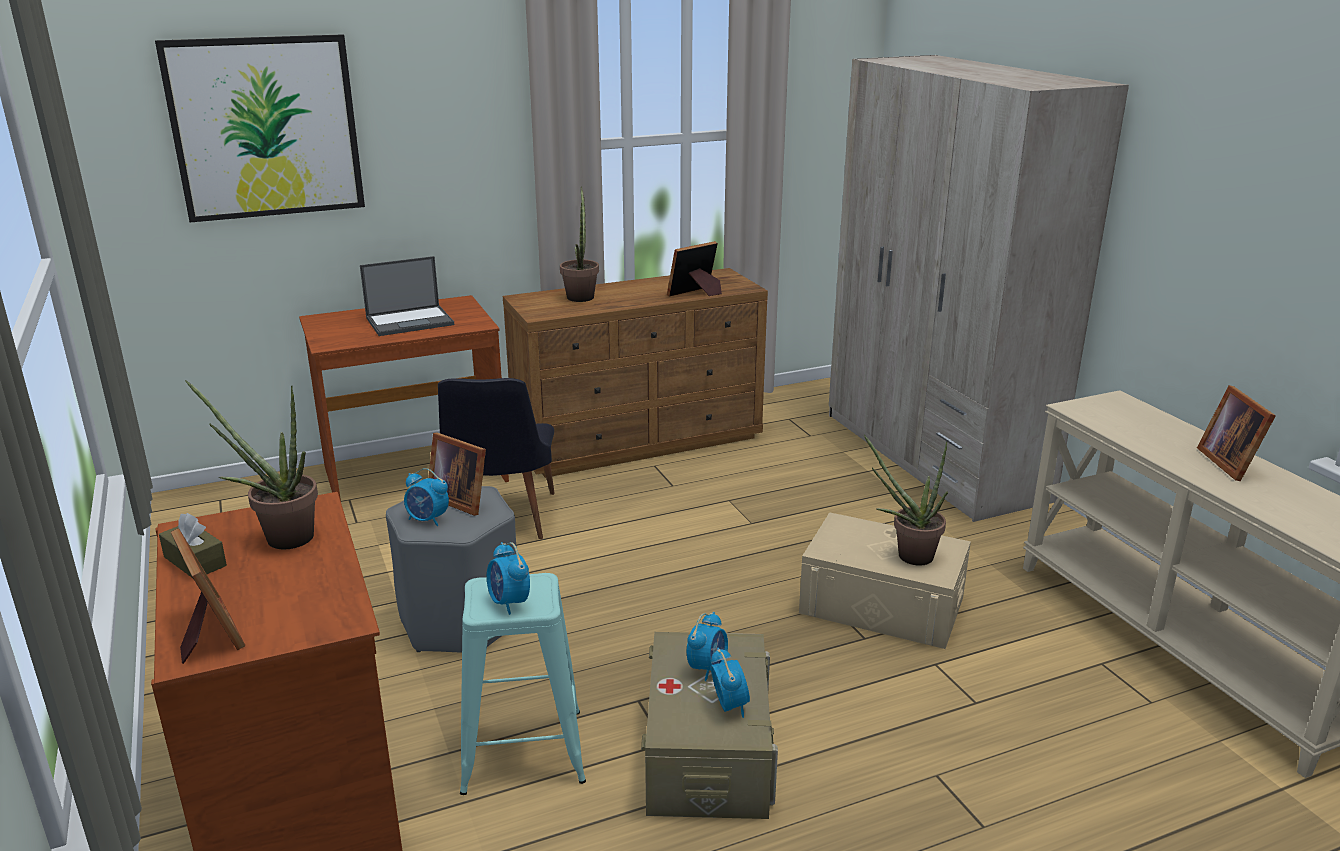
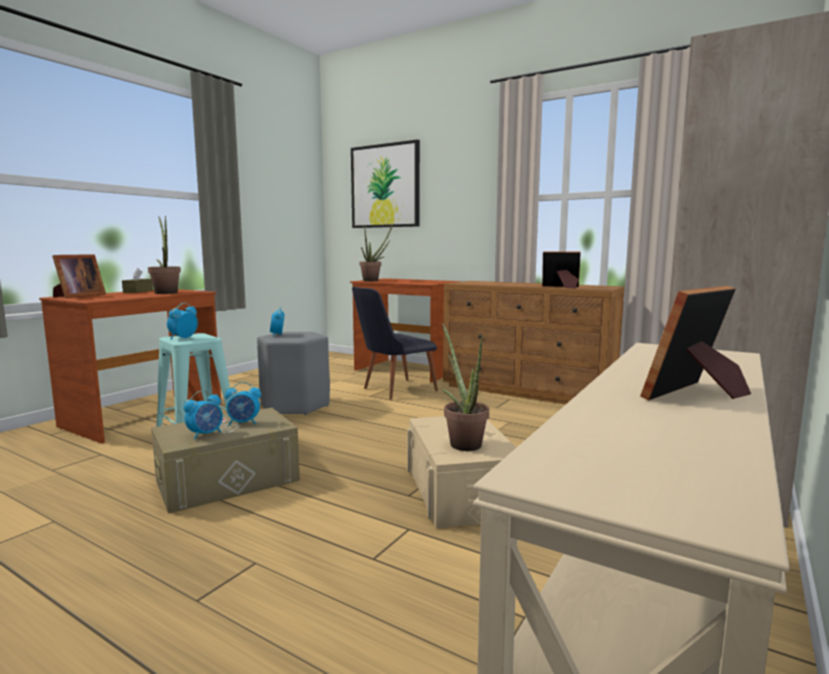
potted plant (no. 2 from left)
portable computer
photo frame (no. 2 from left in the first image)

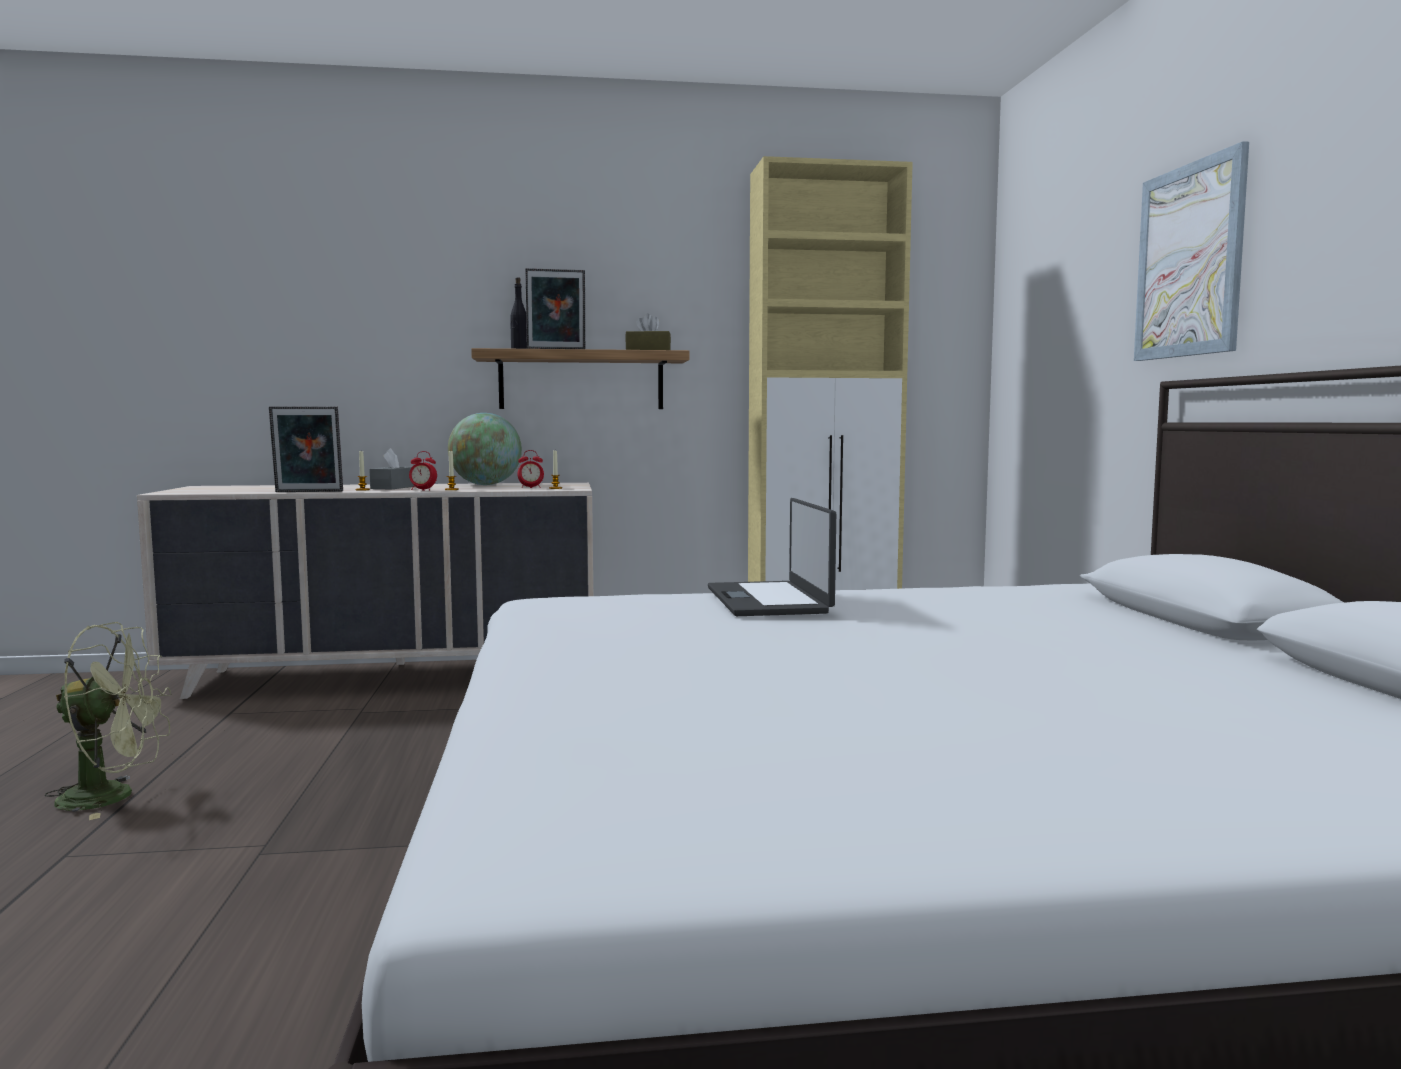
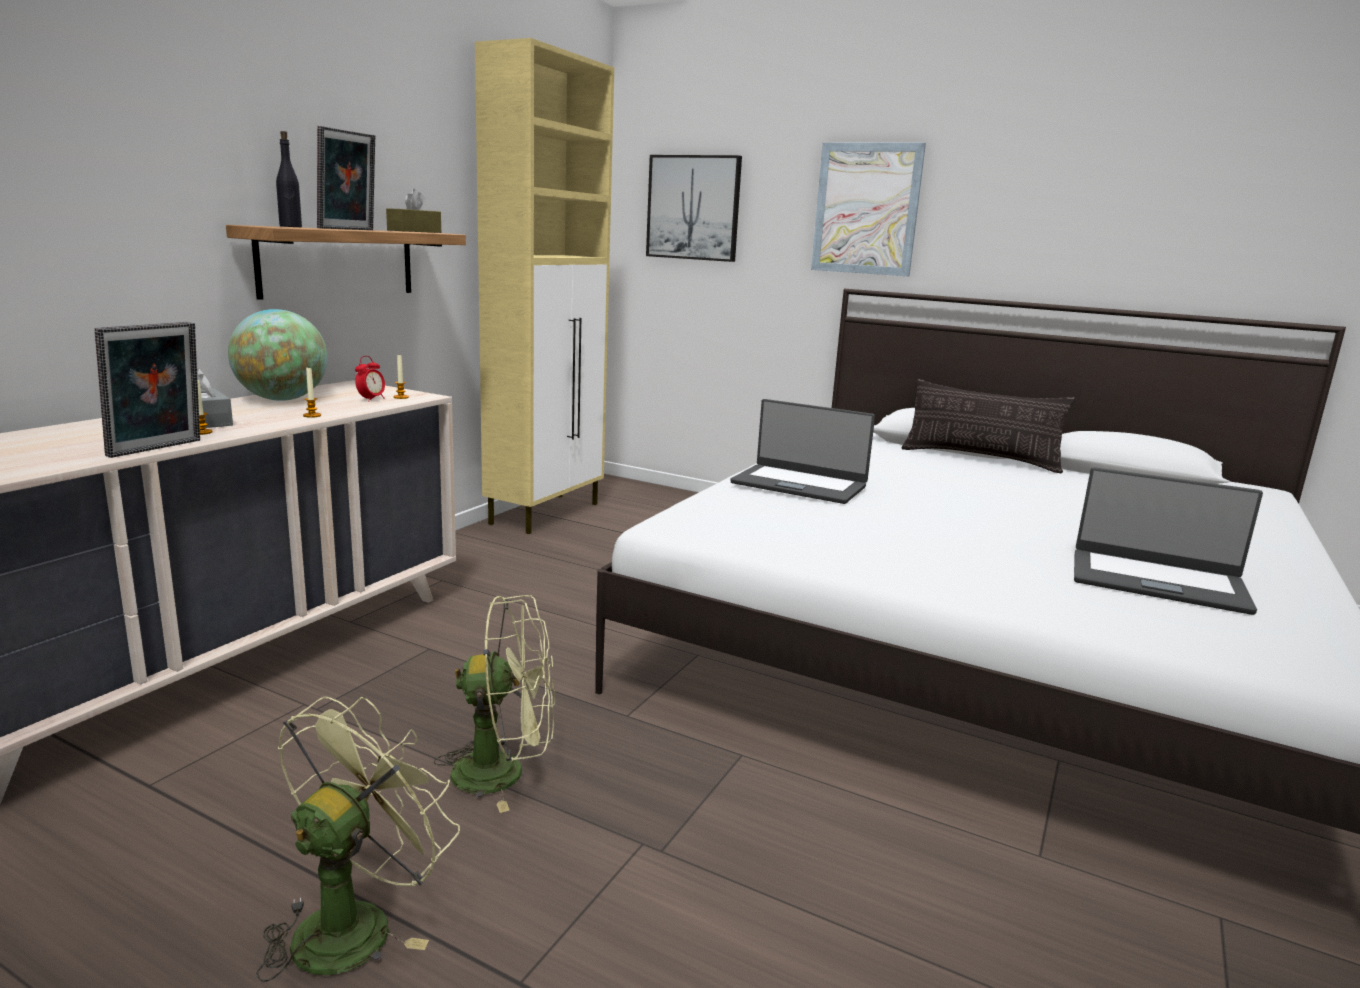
alarm clock (no. 1 from left in the first image)
wall picture (no. 1 from left)
pillow
portable computer (no. 2 from left)
electric fan (green-coloured) (no. 2 from left)

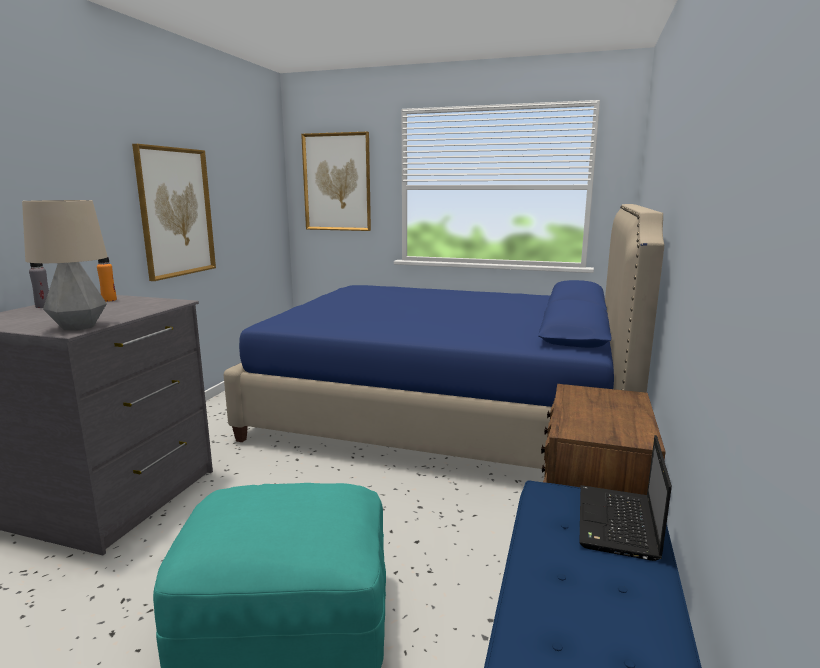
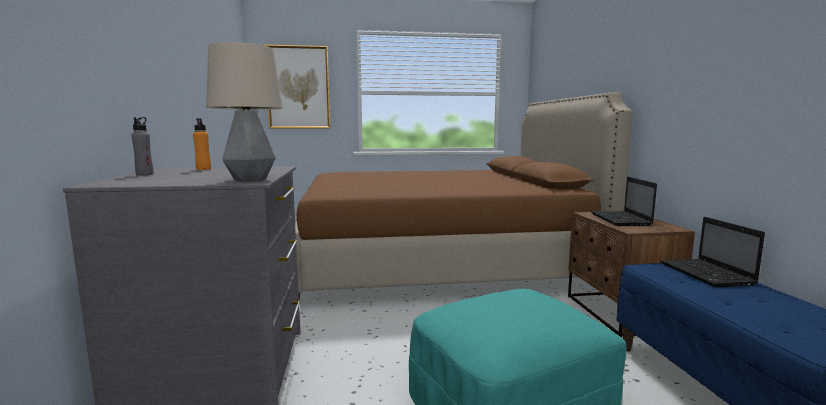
wall picture (no. 1 from left in the first image)
bedroom bed (brown-coloured)
portable computer (no. 1 from left)

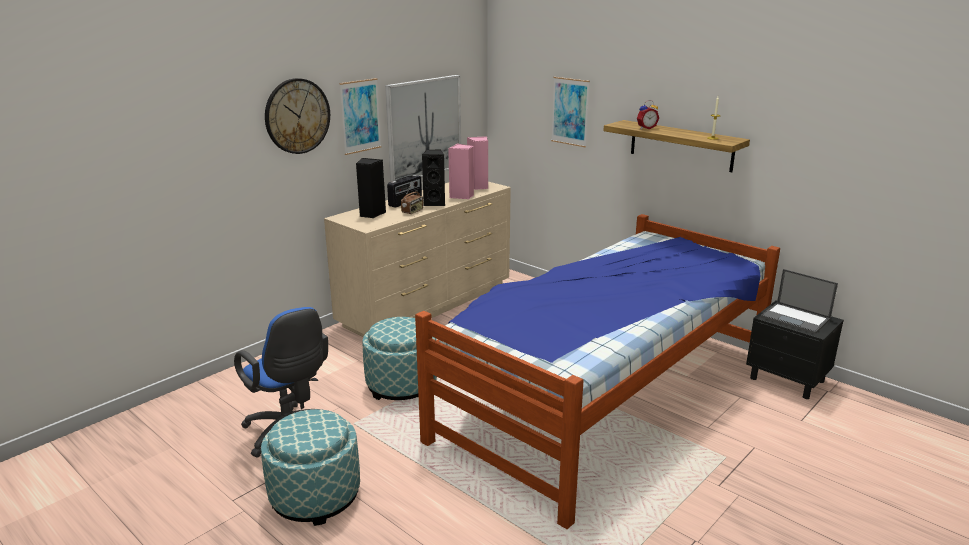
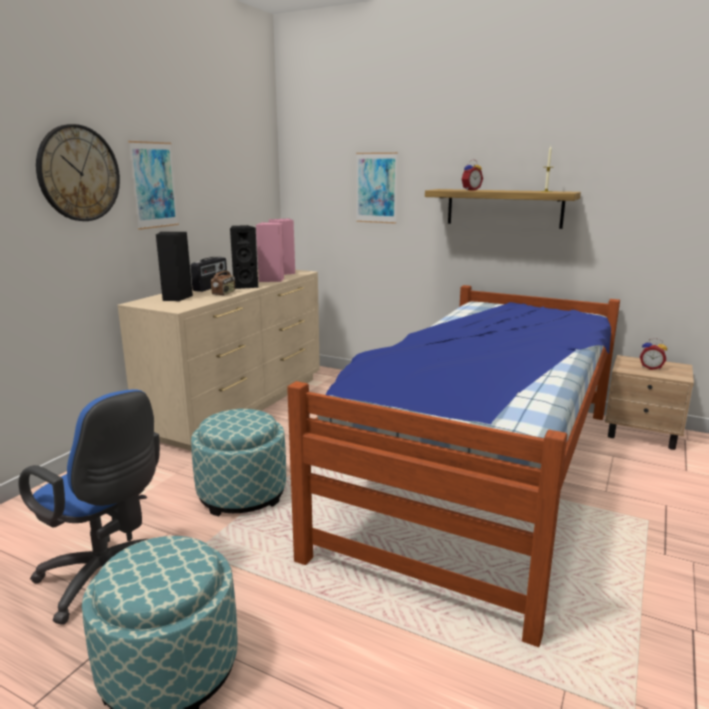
wall picture (no. 2 from left in the first image)
alarm clock (no. 2 from left)
nightstand (beige)

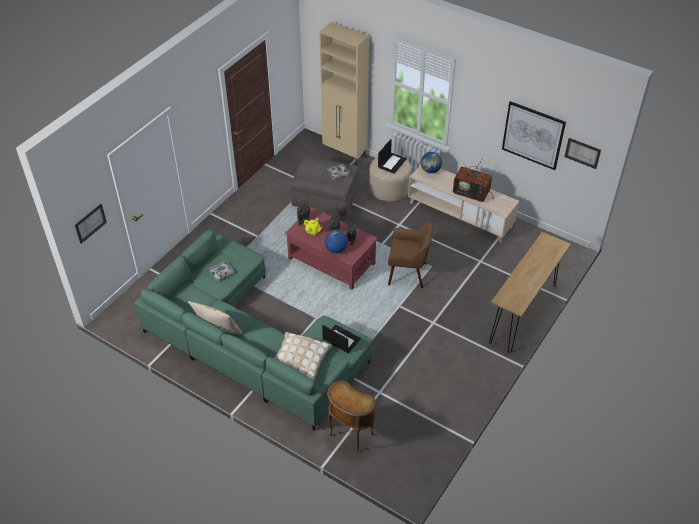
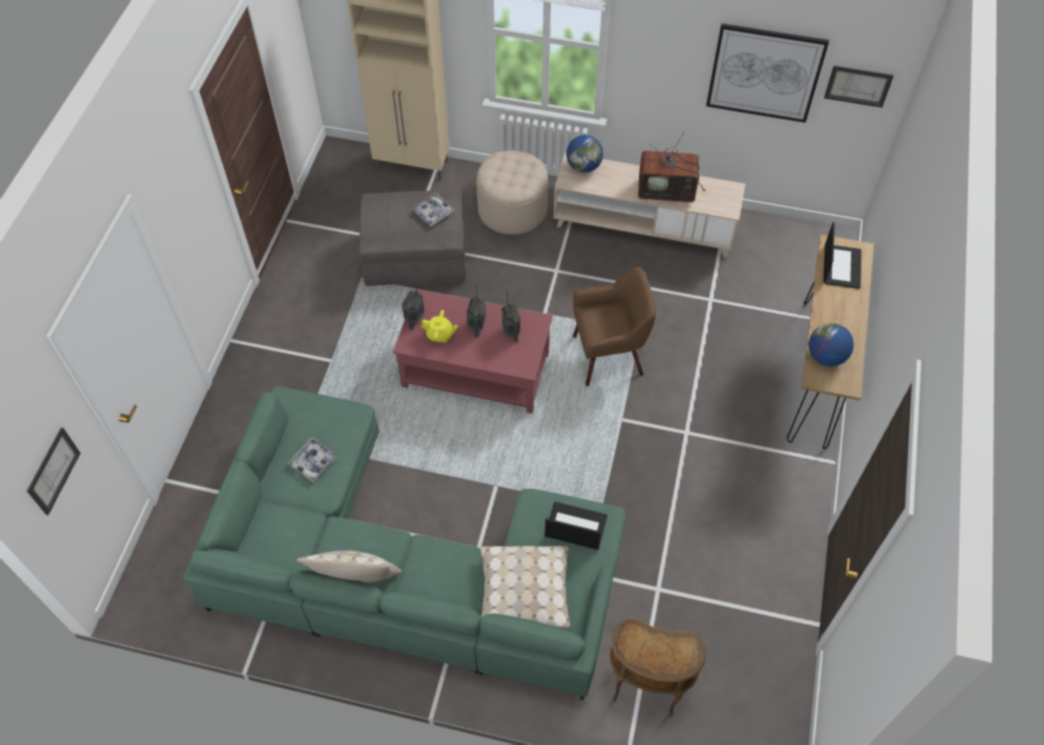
portable computer (no. 2 from left)
world globe (no. 2 from left)

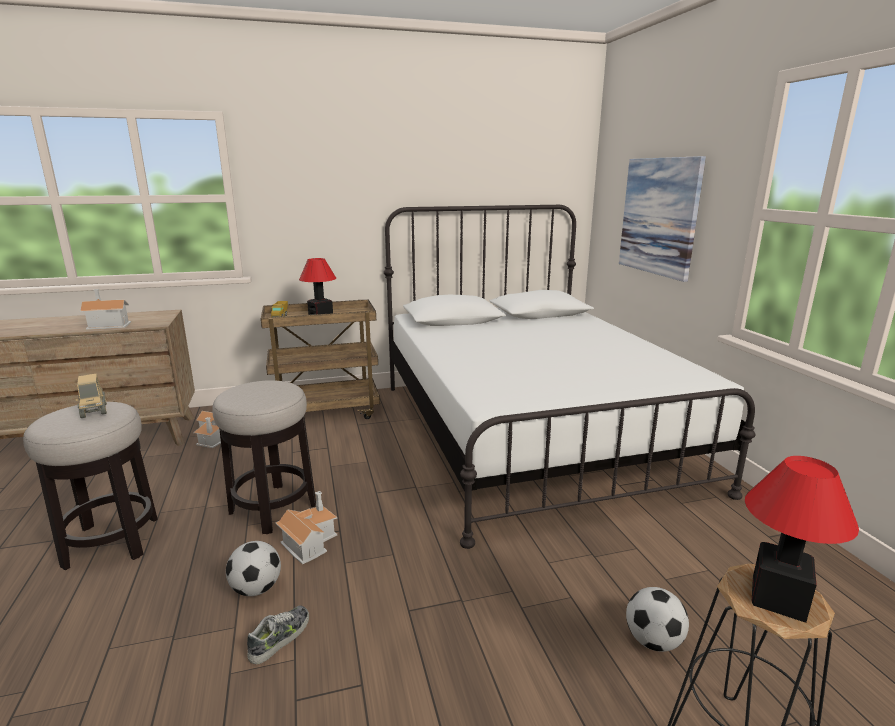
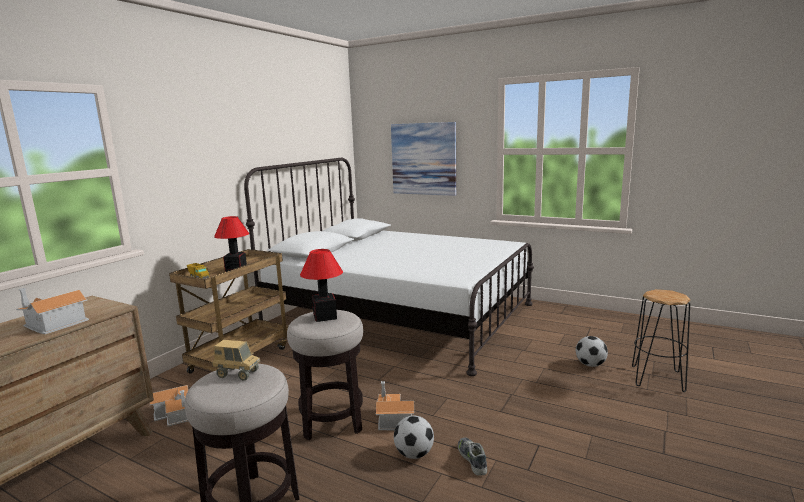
tabletop lamp (no. 2 from left)

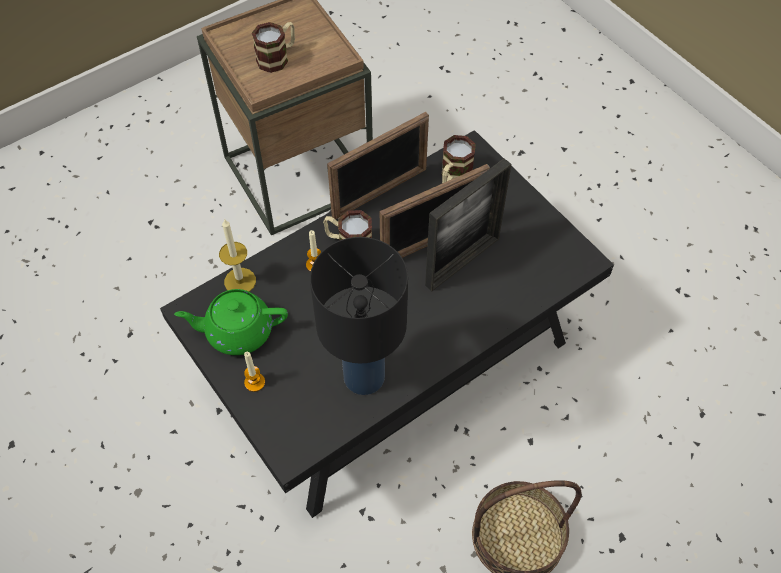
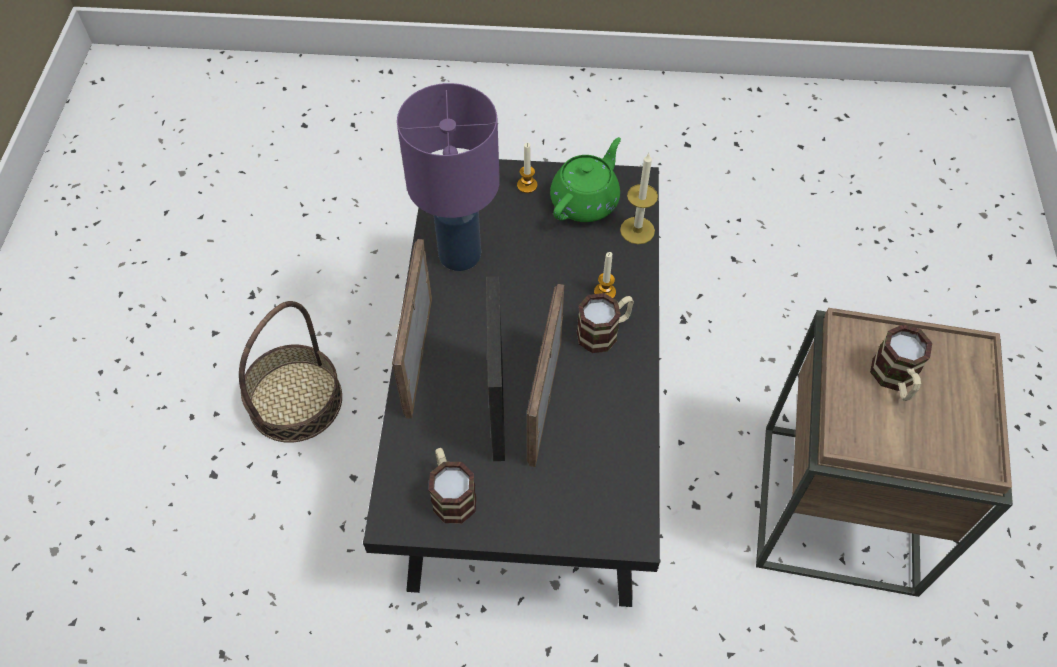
photo frame (no. 1 from left)
mug (no. 1 from left)
tabletop lamp (purplish)

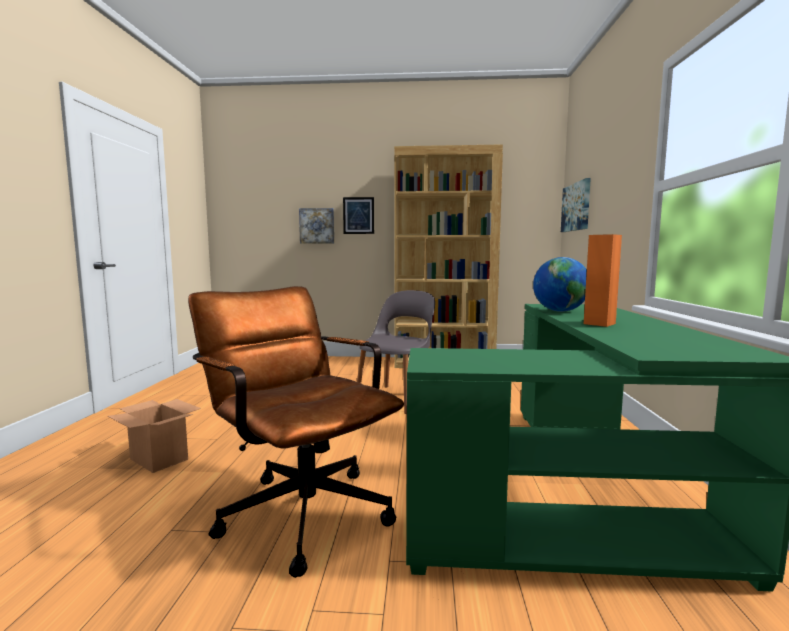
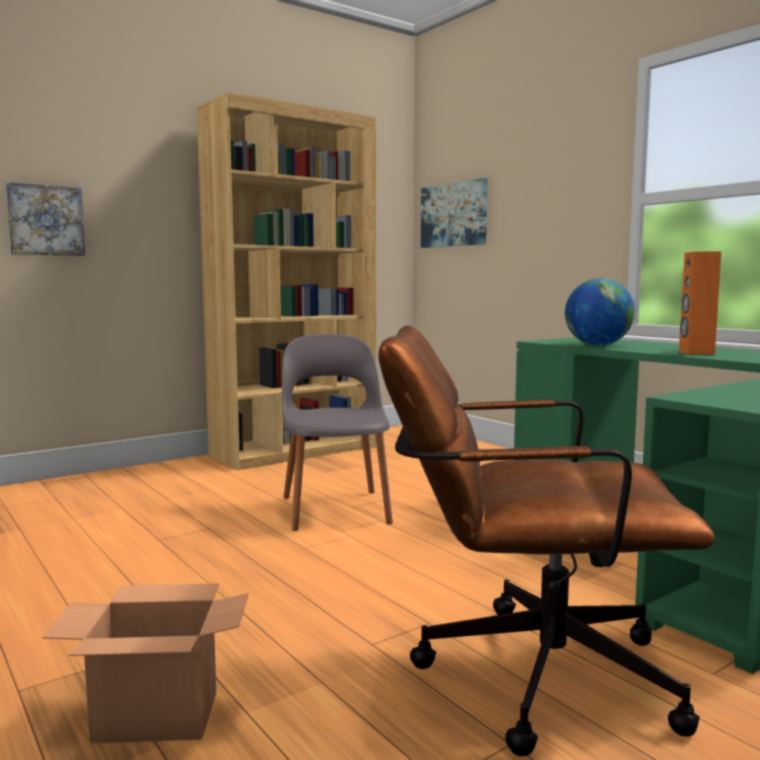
wall picture (no. 2 from left in the first image)

